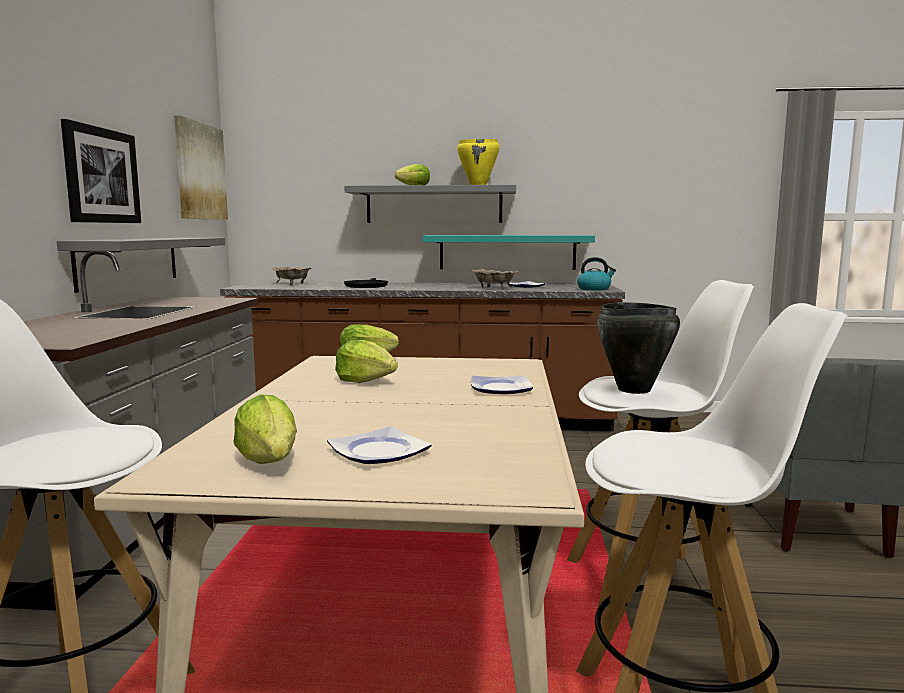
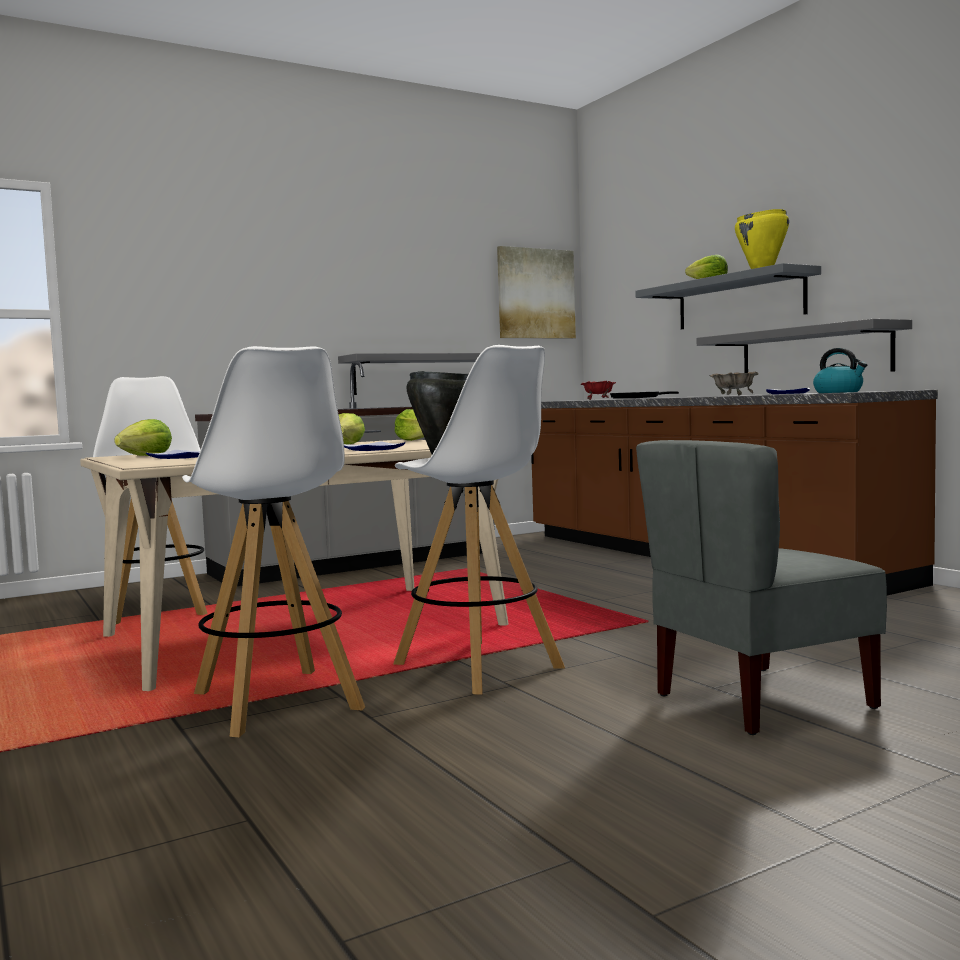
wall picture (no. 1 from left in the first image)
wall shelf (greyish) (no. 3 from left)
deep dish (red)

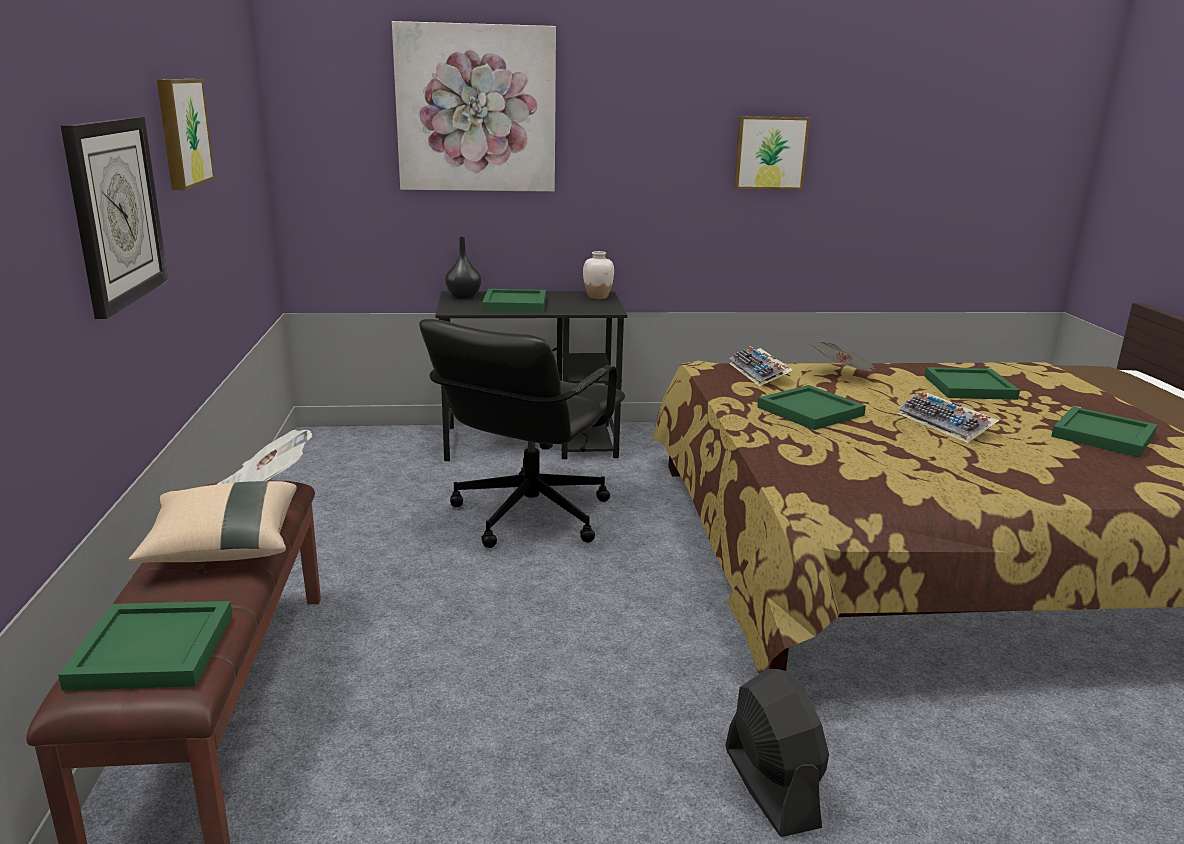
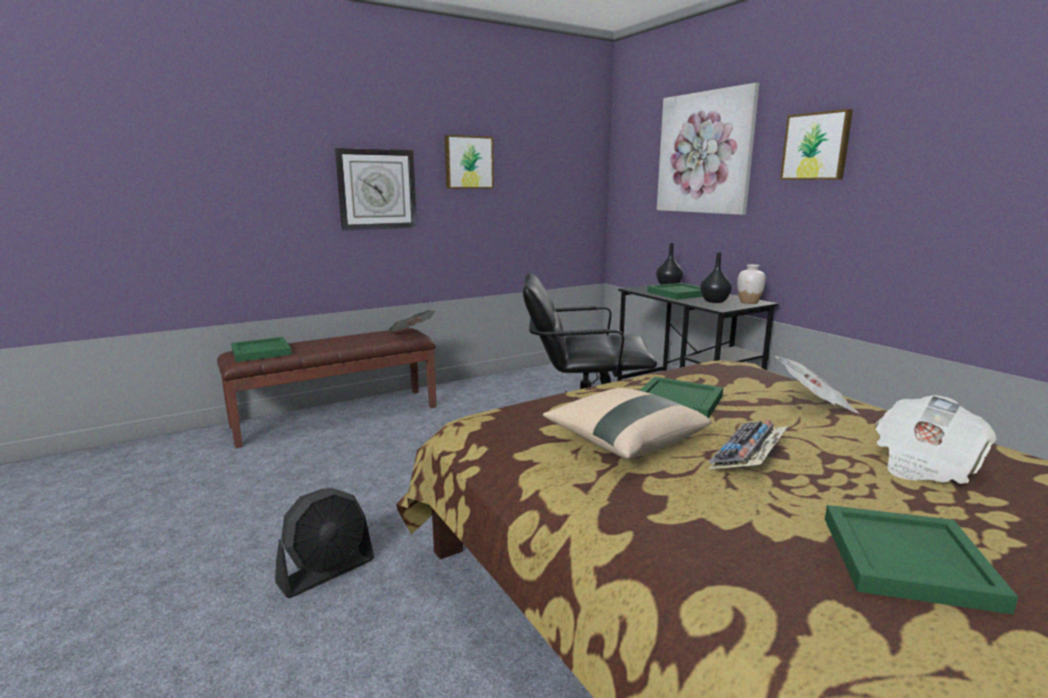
wall picture (no. 3 from left)
PC keyboard (no. 1 from left in the first image)
printed paper (no. 3 from left)
pillow (beige)
flower vase (black-coloured) (no. 2 from left)

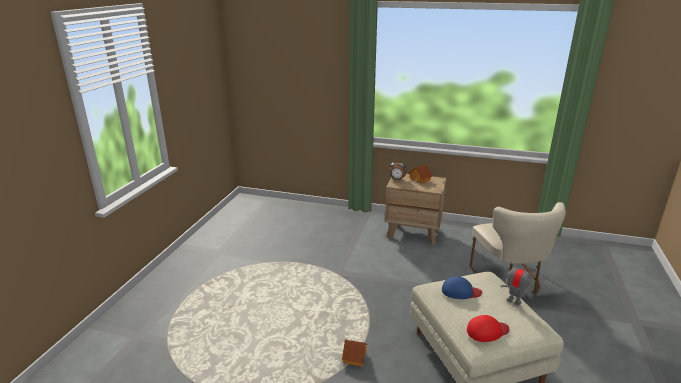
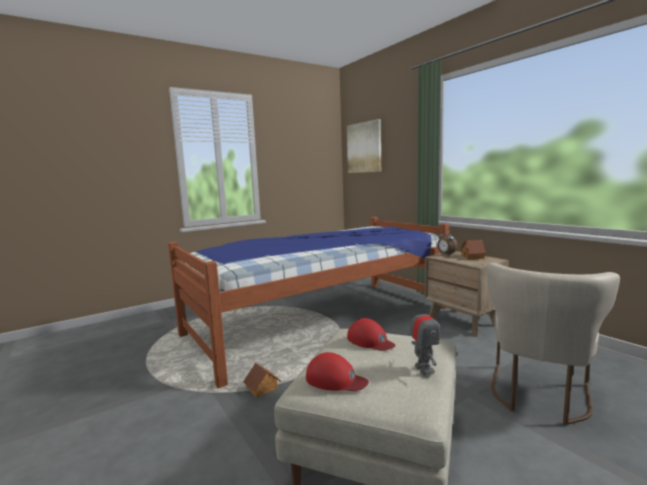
baseball cap (red) (no. 2 from left)
wall picture
bedroom bed

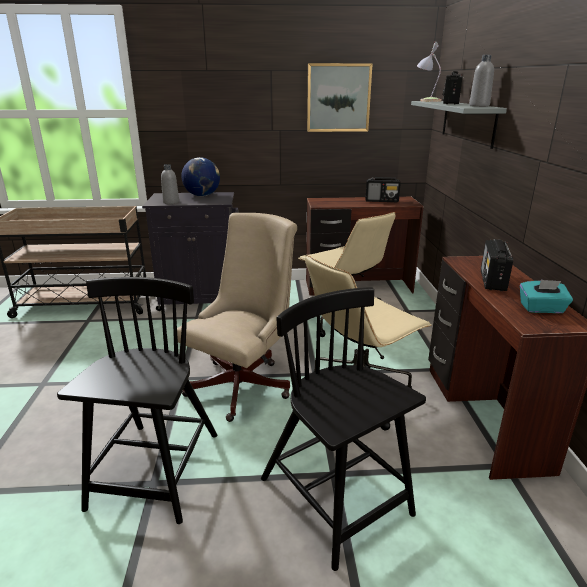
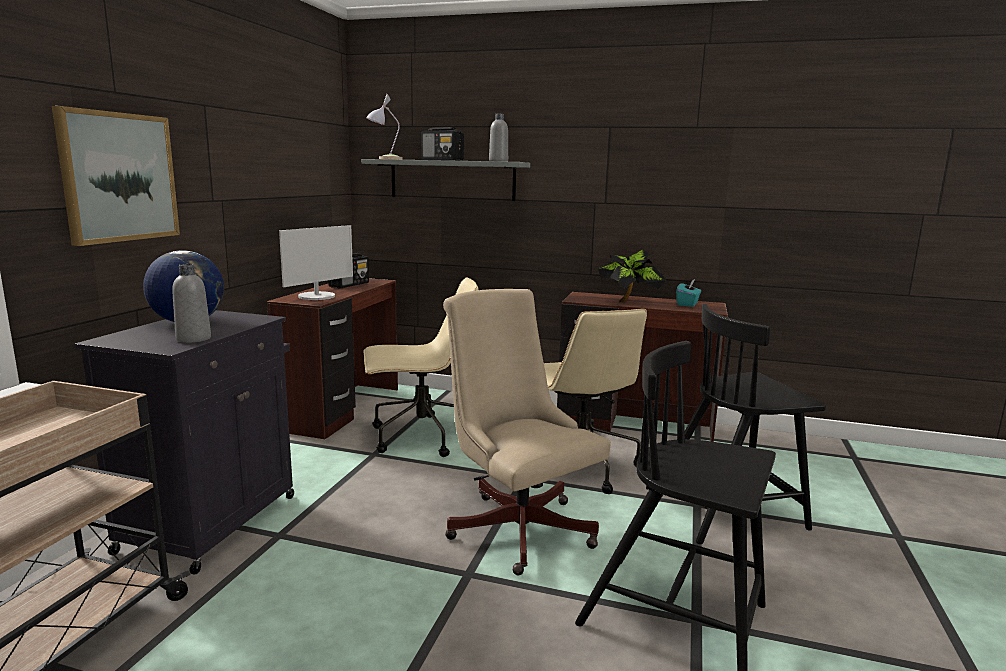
wall picture
potted plant
monitor

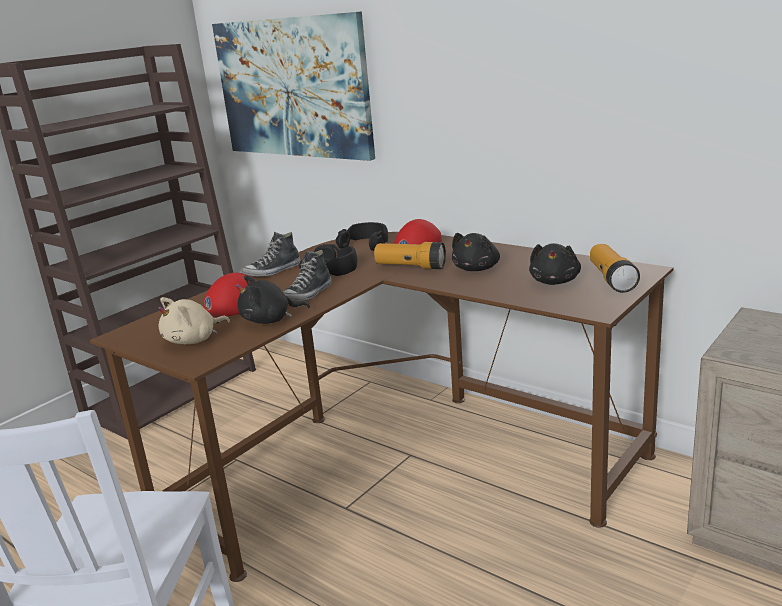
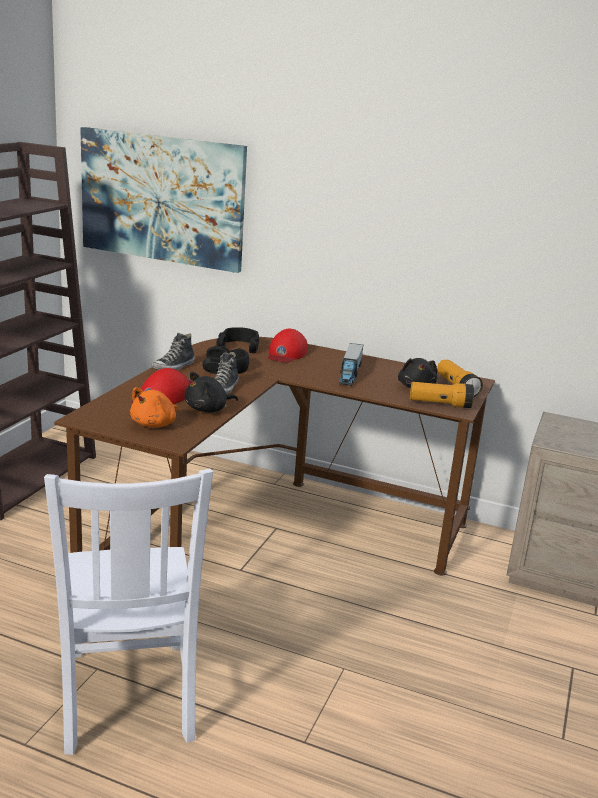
model truck
flashlight (no. 1 from left)
soft toy (orangey)

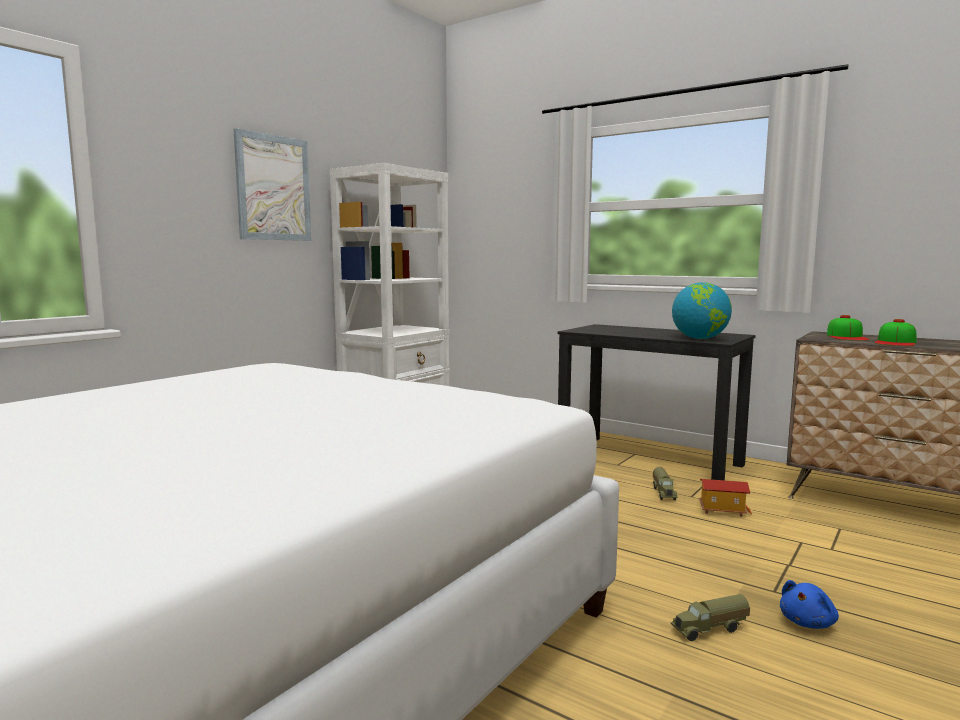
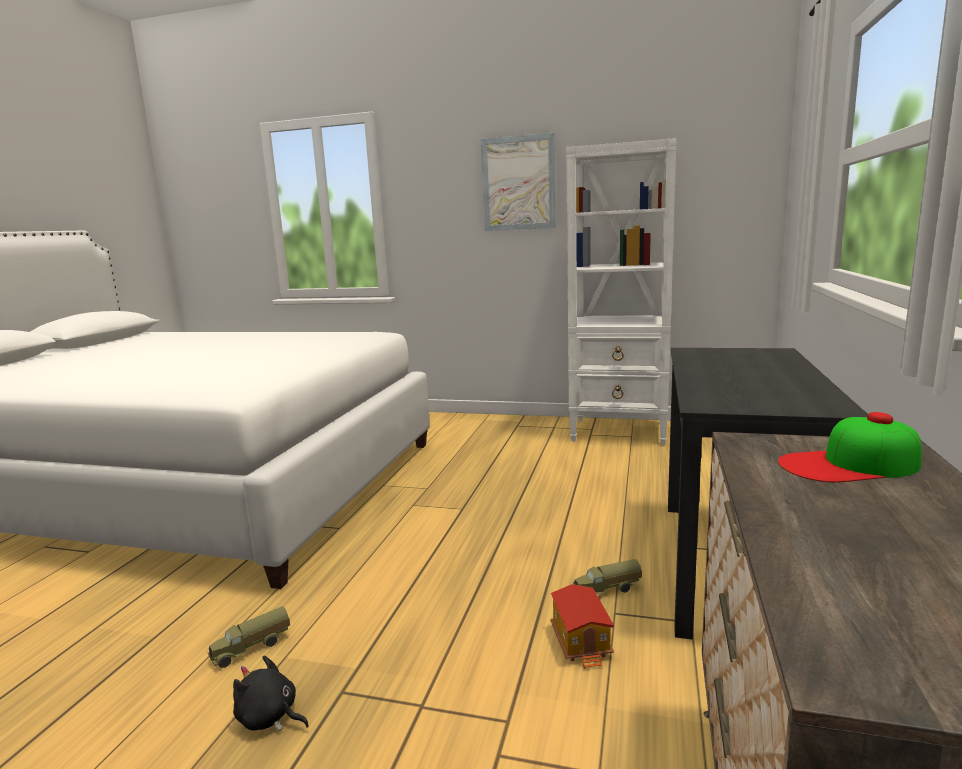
world globe
baseball cap (no. 2 from left in the first image)
soft toy (black-coloured)
model truck (no. 1 from left)

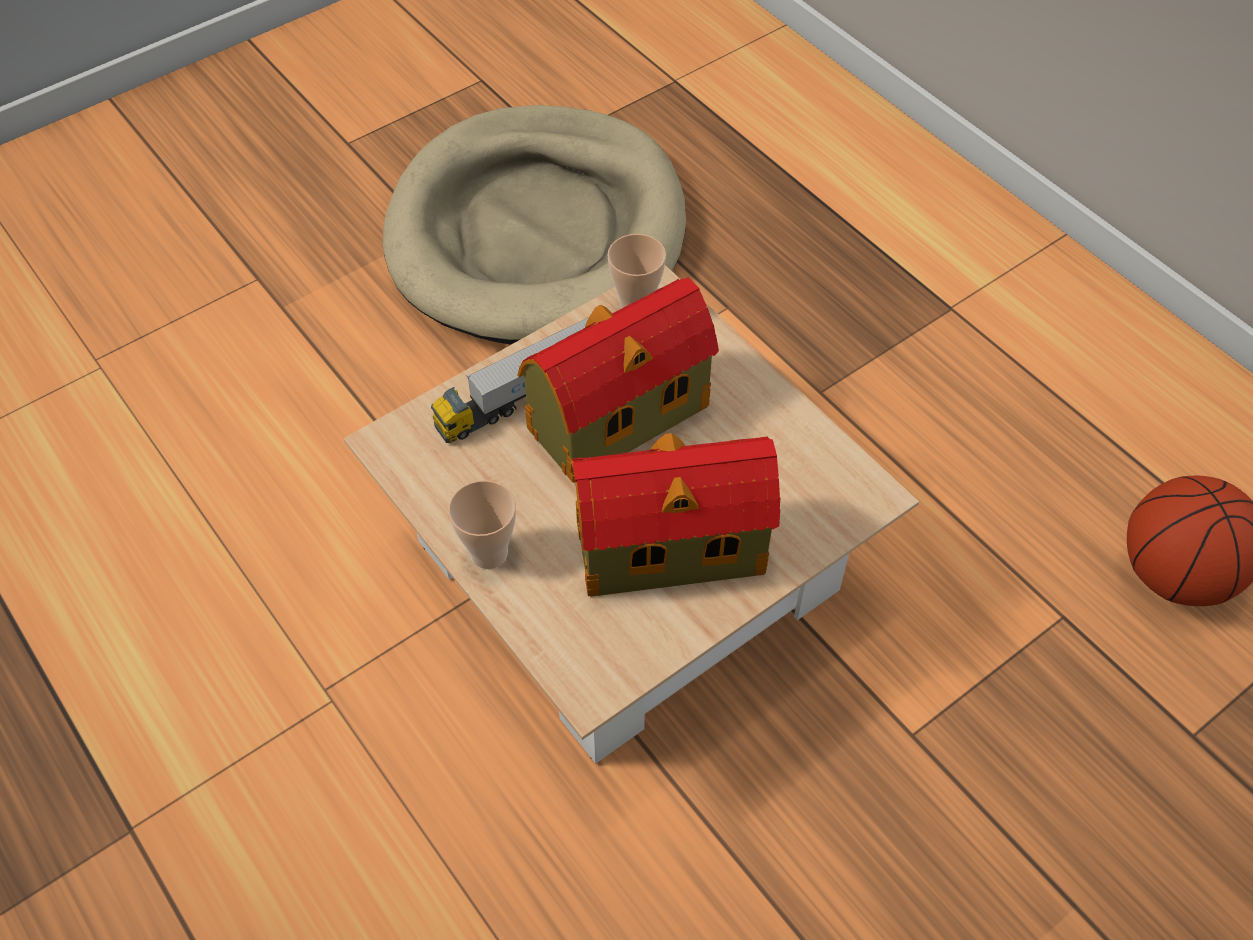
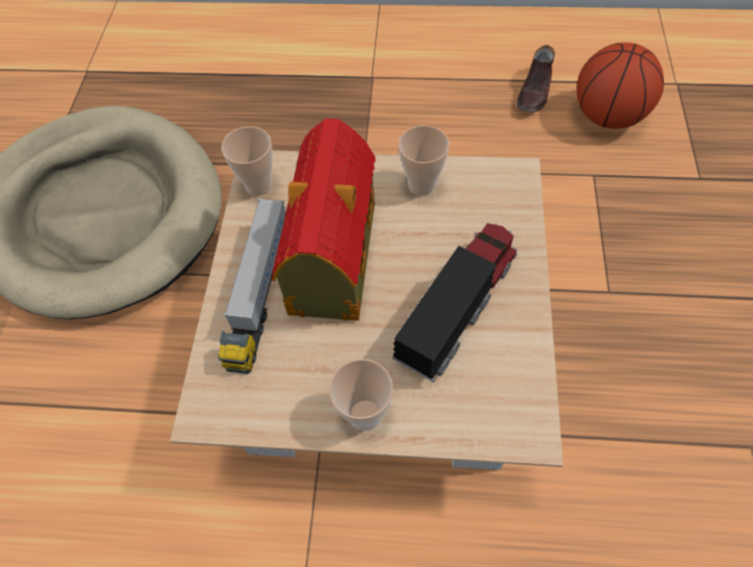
model truck (no. 2 from left)
shoe (brown-coloured)
drinking cup (no. 3 from left)

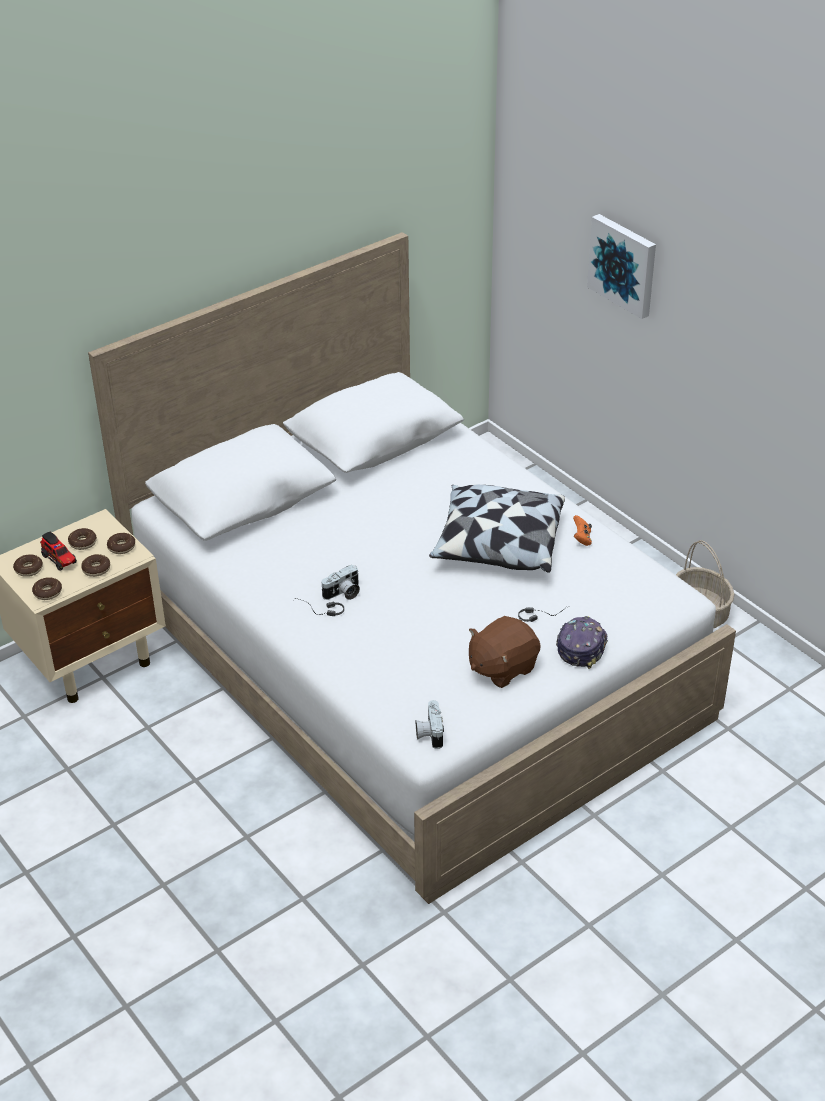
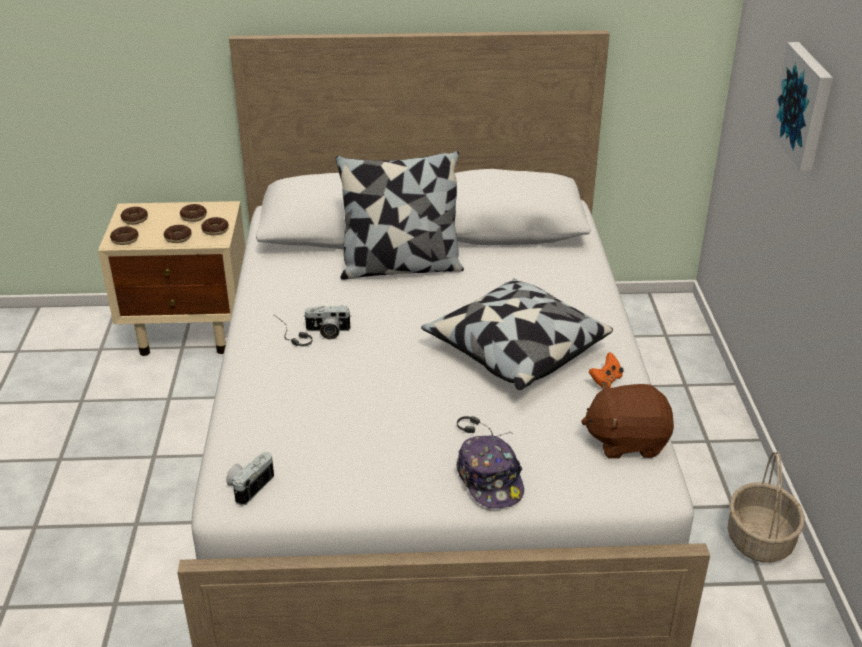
model truck
soft toy (brown-coloured)
baseball cap
pillow (no. 1 from left)

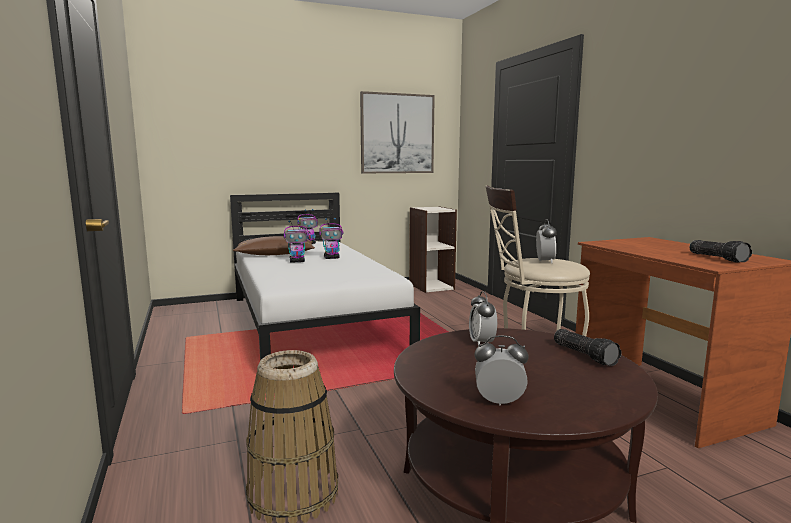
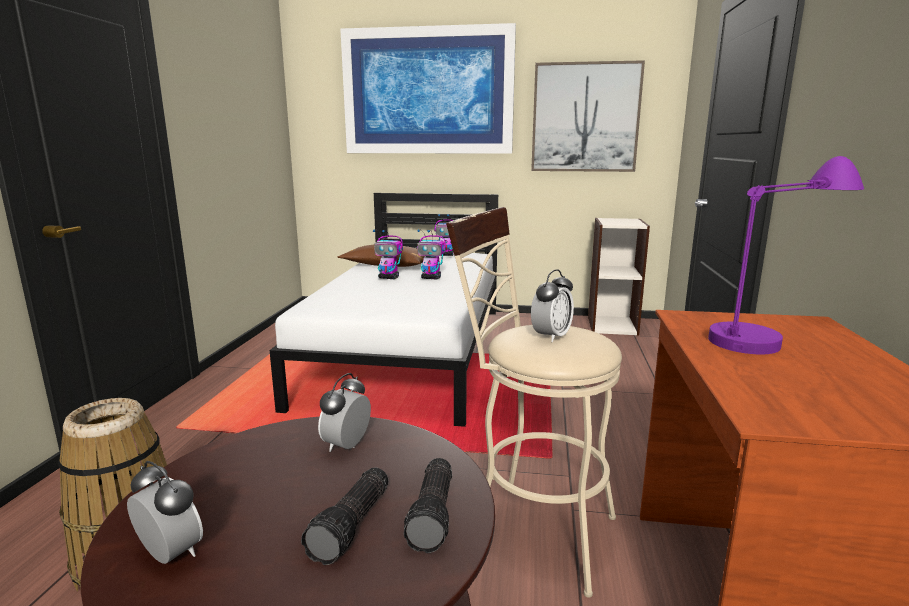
flashlight (no. 1 from left)
wall picture (no. 1 from left)
tabletop lamp (purplish)

